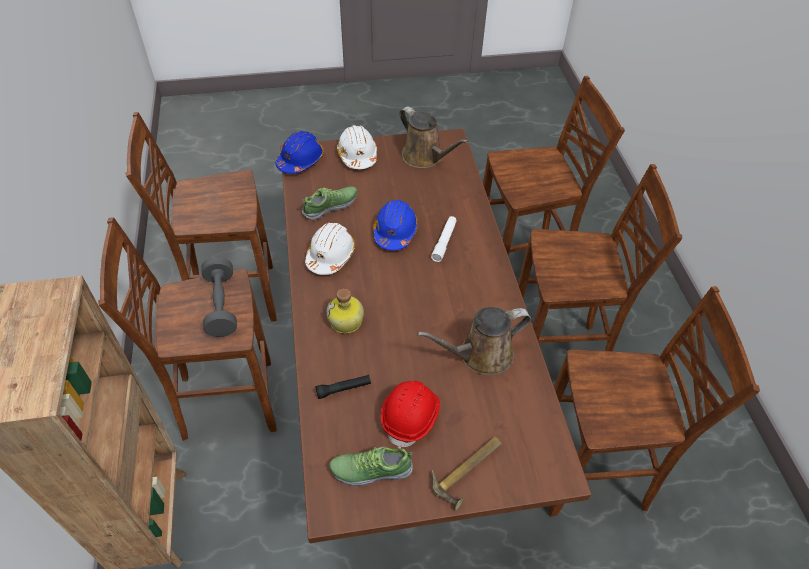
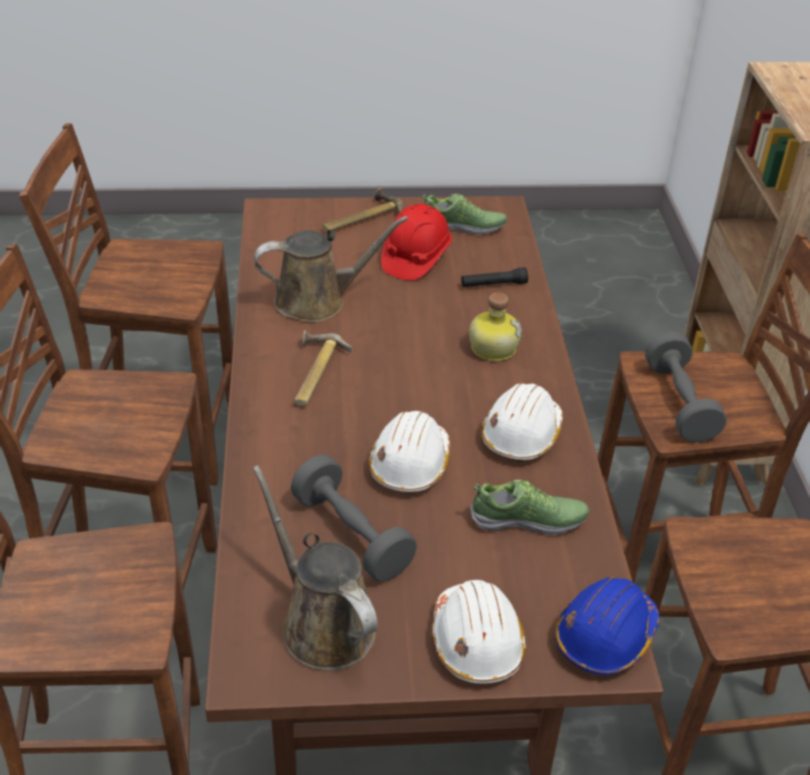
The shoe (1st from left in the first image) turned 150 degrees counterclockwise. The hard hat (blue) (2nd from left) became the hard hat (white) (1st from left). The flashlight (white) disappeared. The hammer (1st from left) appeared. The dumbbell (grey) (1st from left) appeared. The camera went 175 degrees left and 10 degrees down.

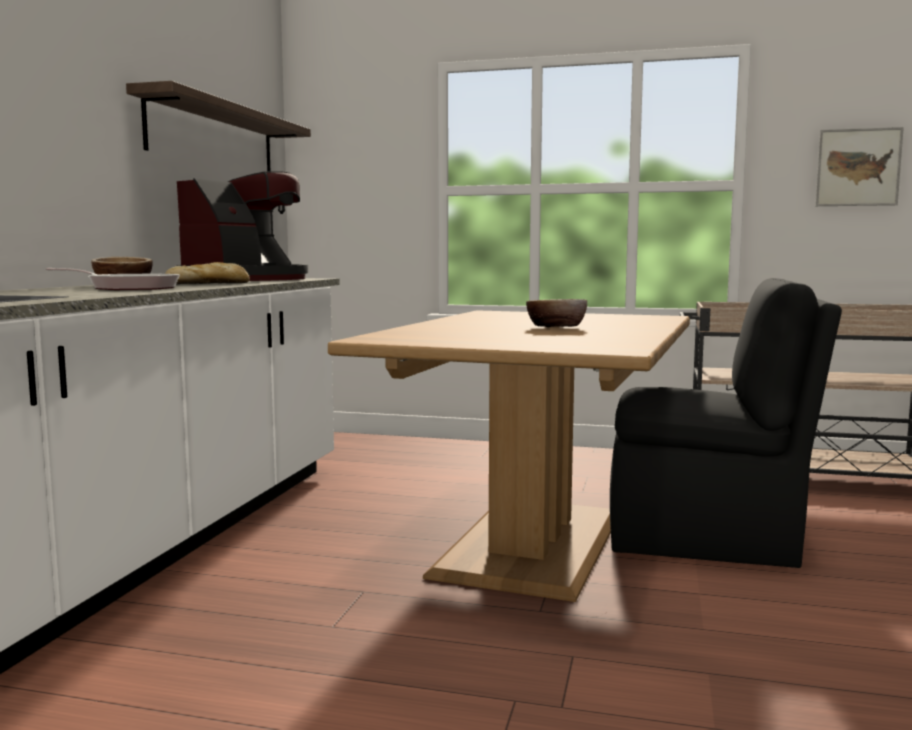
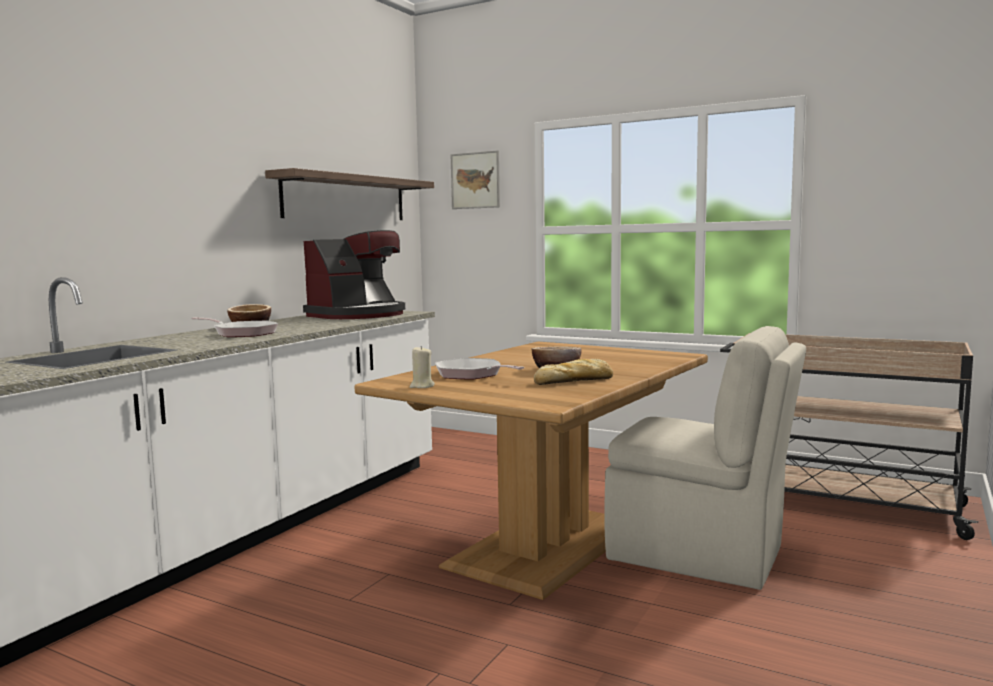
The picture moved. The bread moved. The chair (black) became the chair (beige). The candle (beige) appeared. The frying pan (2nd from left) appeared. The camera went 15 degrees right and 0 degrees up.

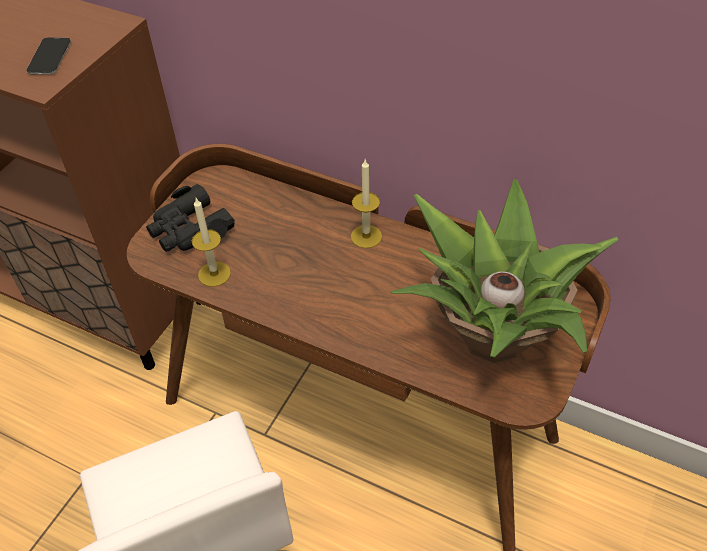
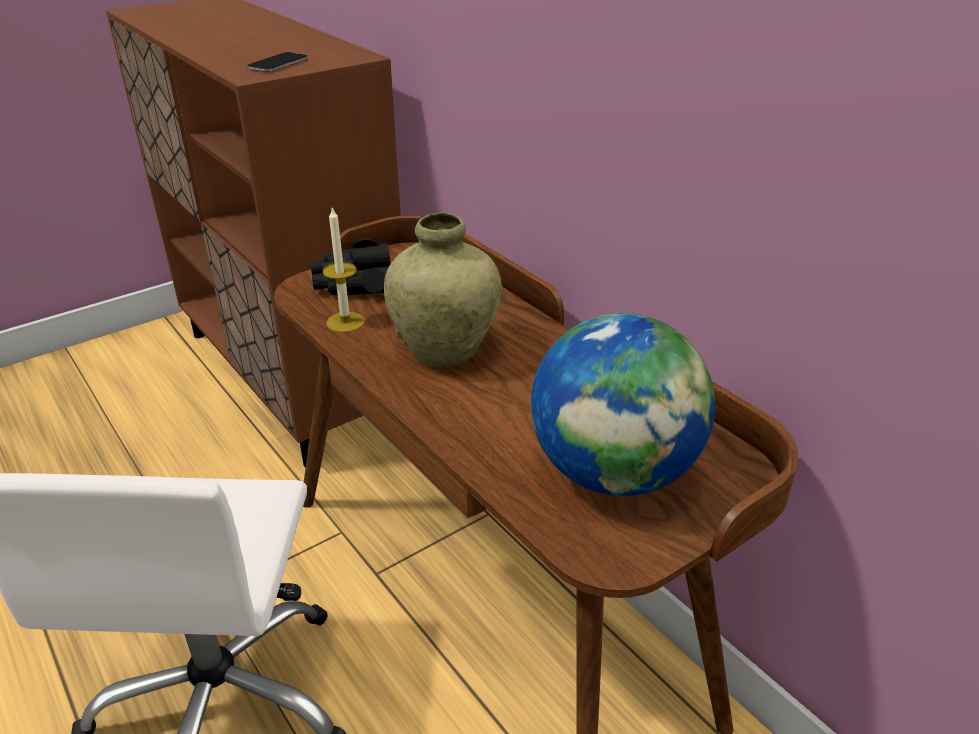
The candle (2nd from left) disappeared. The potted plant was replaced by the globe. The vase (beige) appeared. The camera went 25 degrees right and 15 degrees down.

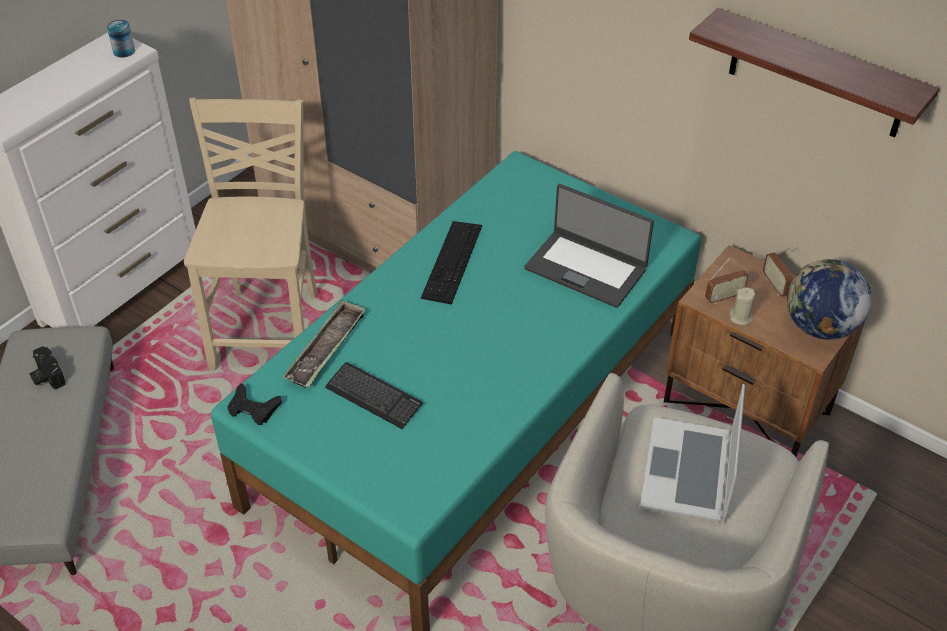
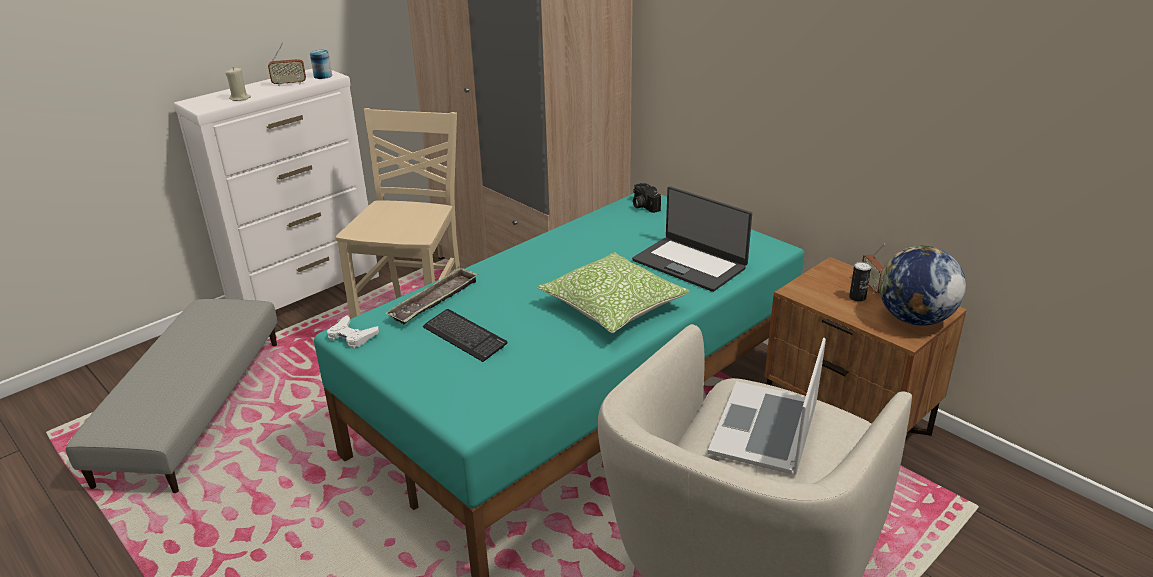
The shelf disappeared. The keyboard (2nd from left) disappeared. The radio (1st from left) moved. The candle (beige) moved. The photo camera moved. The game controller (black) became the game controller (white). The pillow appeared. The can (2nd from left) appeared. The camera went 10 degrees right and 15 degrees down.

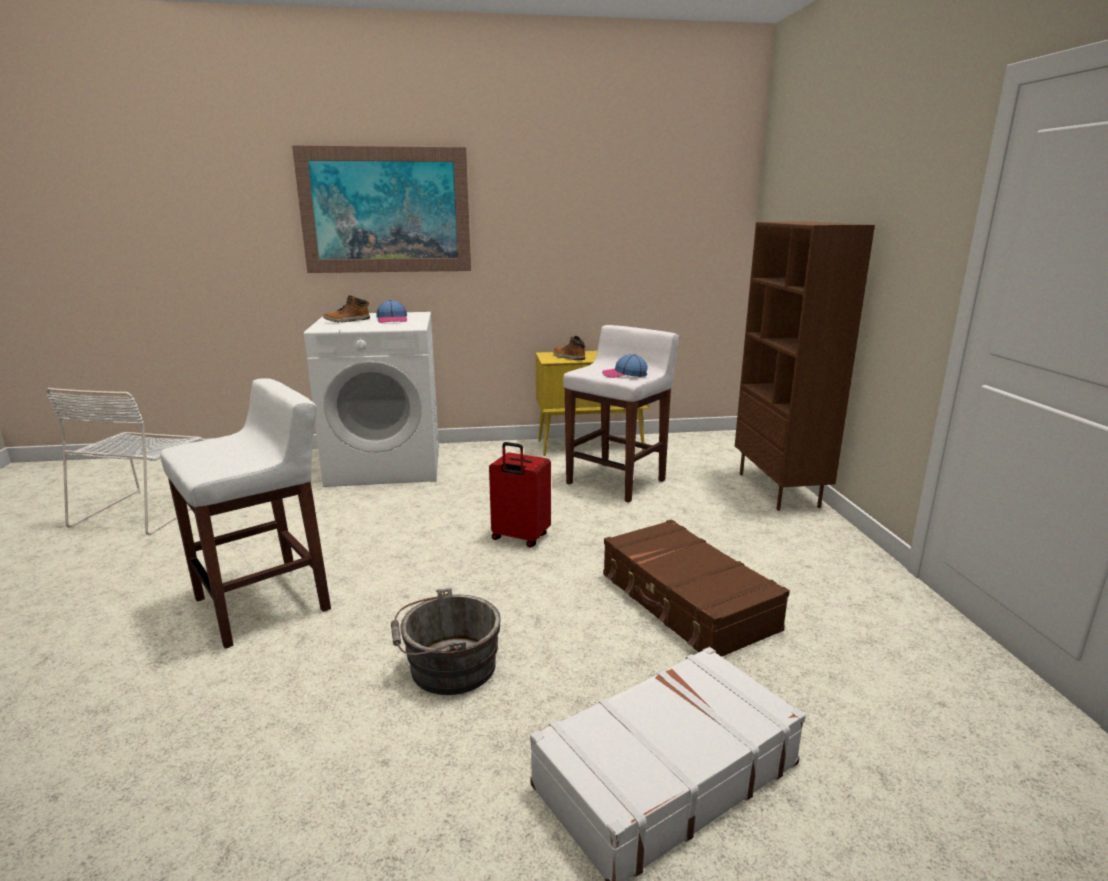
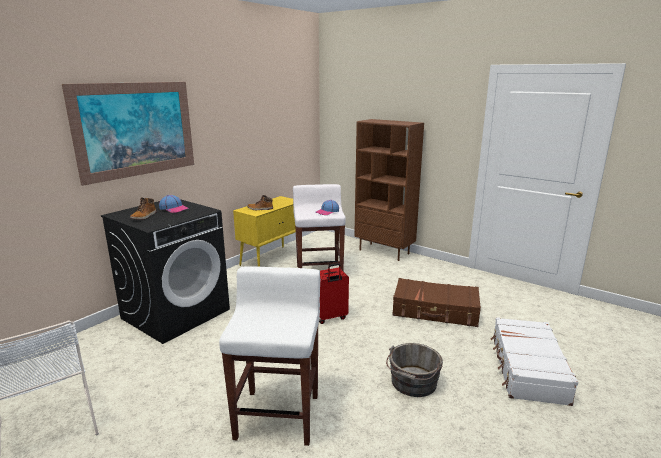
The washing machine (white) became the washing machine (black). The camera went 45 degrees left and 0 degrees up.

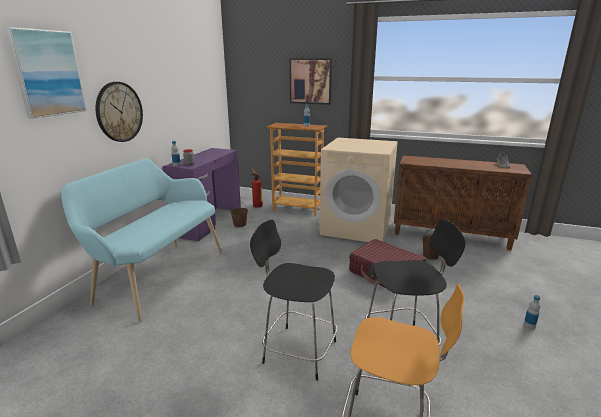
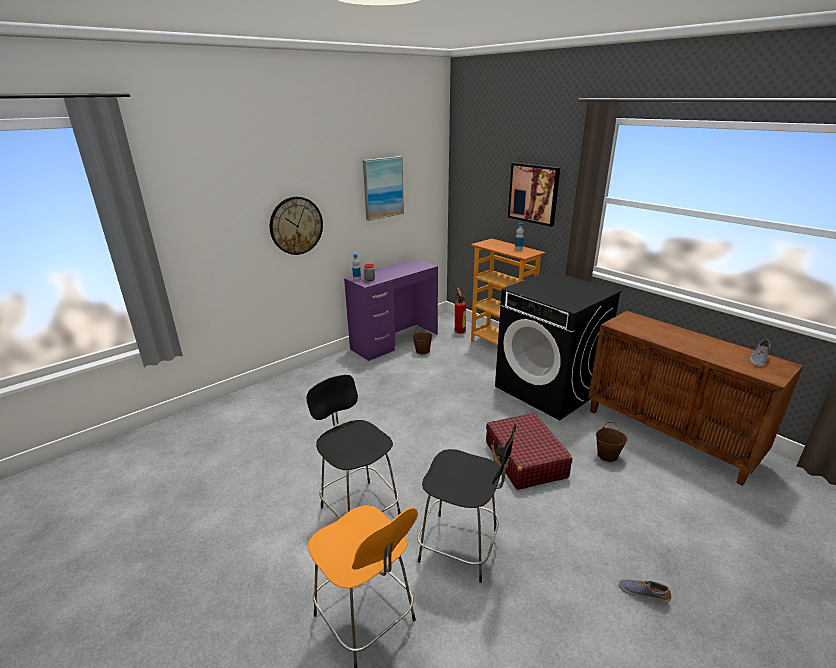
The picture (1st from left) moved. The washing machine (beige) became the washing machine (black). The bench (turquoise) disappeared. The bottle (3rd from left) was replaced by the shoe (1st from left). The camera went 30 degrees right and 5 degrees up.

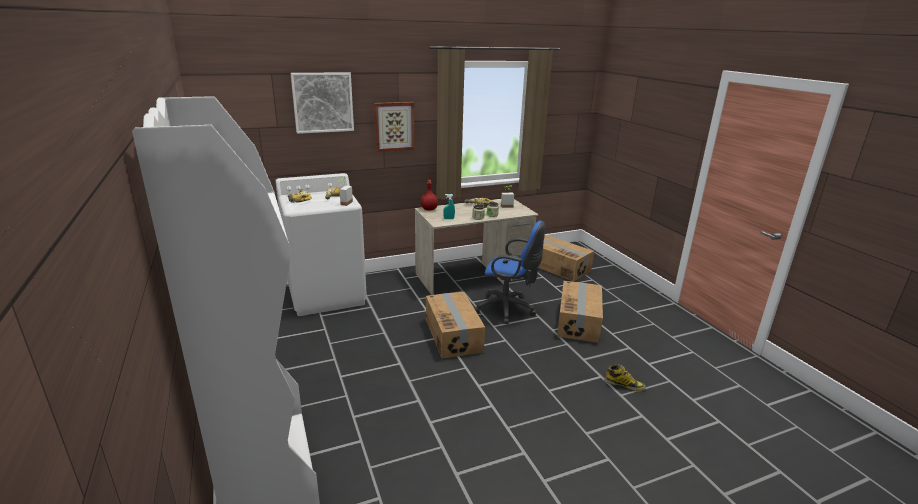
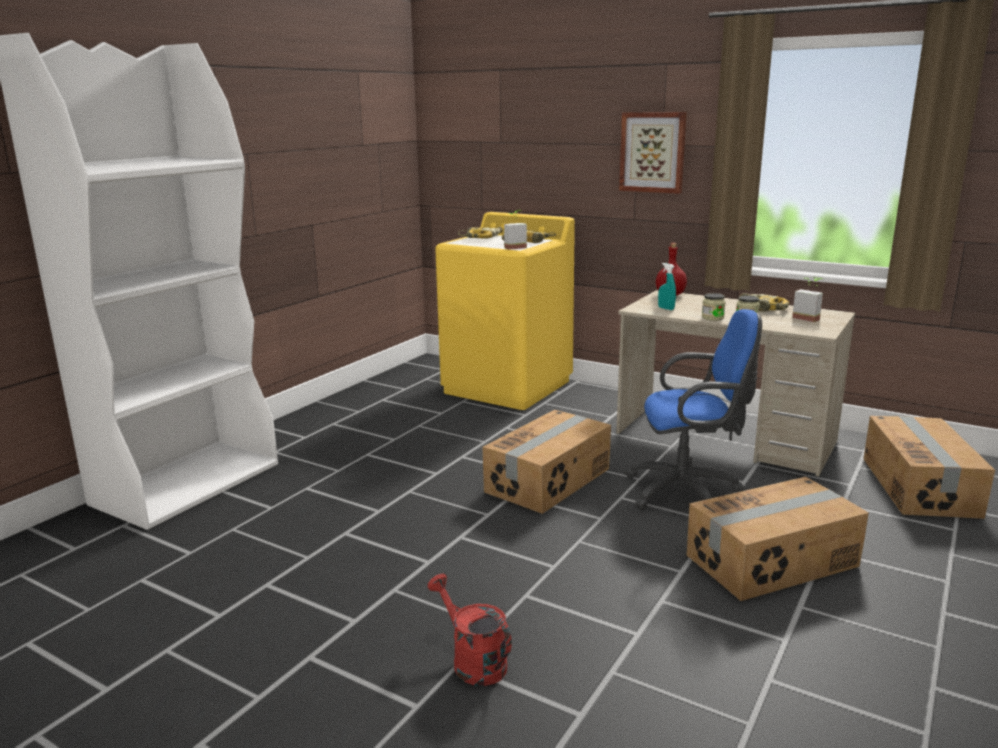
The picture (1st from left) disappeared. The washing machine (white) became the washing machine (yellow). The office chair (blue) turned 75 degrees counterclockwise. The boot disappeared. The watering can (red) appeared. The camera went 55 degrees right and 5 degrees down.

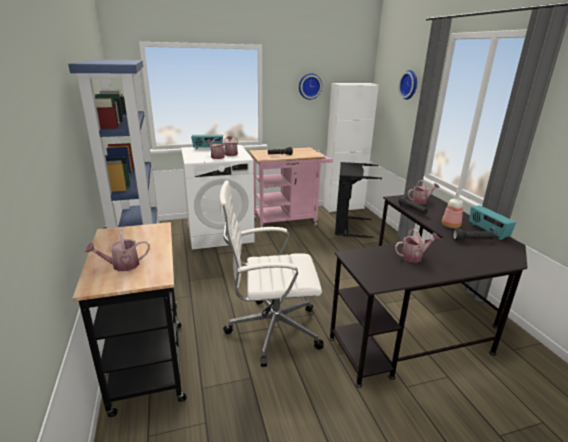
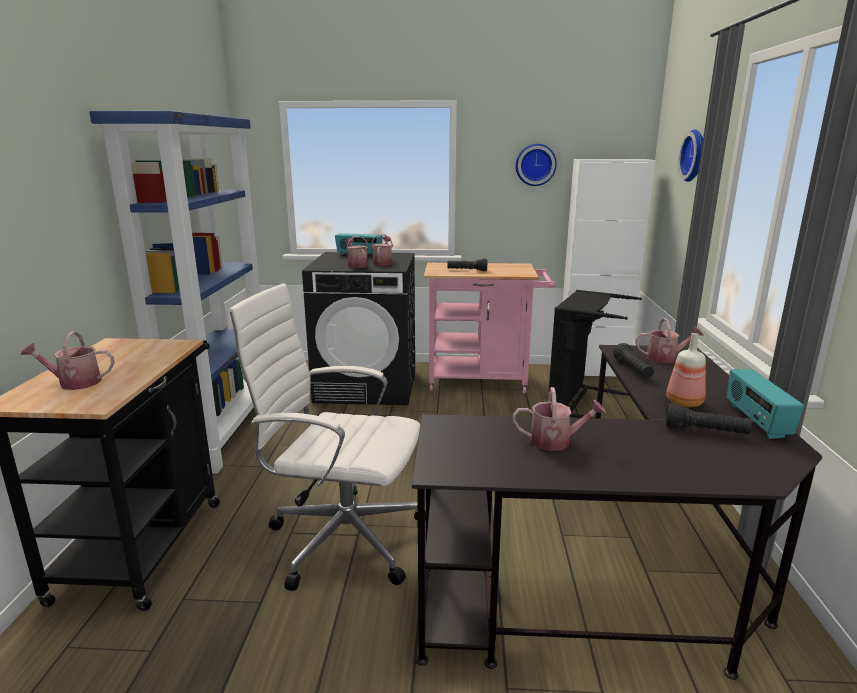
The washing machine (white) became the washing machine (black). The camera went 20 degrees right and 5 degrees down.

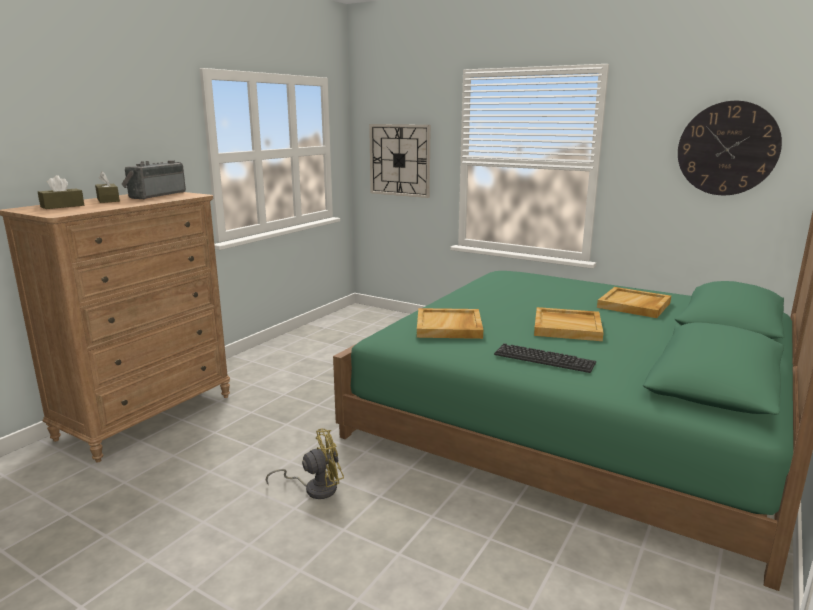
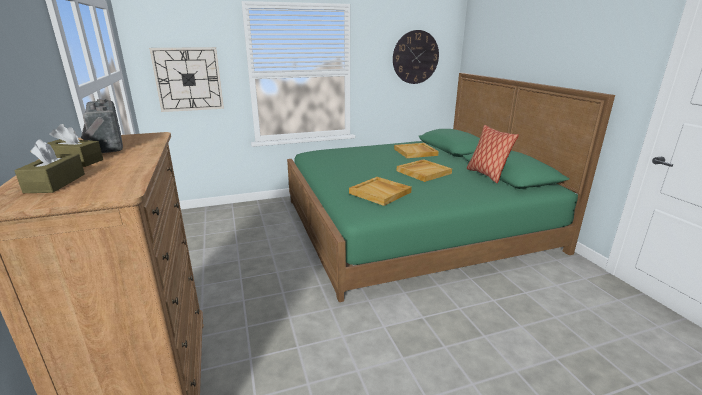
The keyboard disappeared. The fan (yellow) disappeared. The pillow appeared. The camera went 50 degrees left and 5 degrees up.

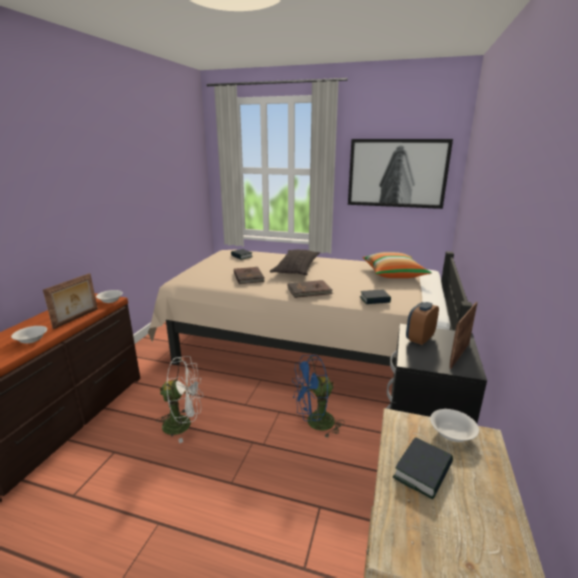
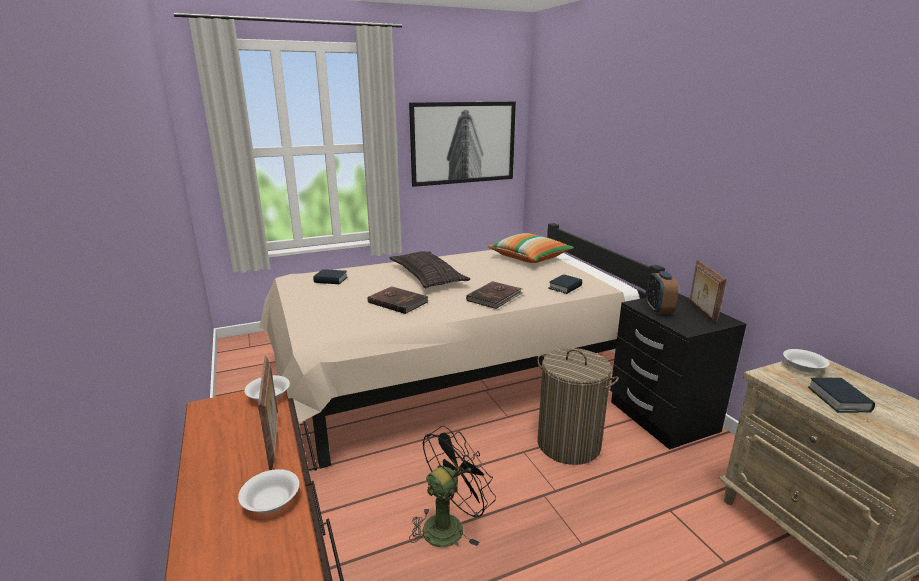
The fan (blue) was replaced by the laundry basket. The fan (white) became the fan (black). The camera went 40 degrees left and 0 degrees up.

